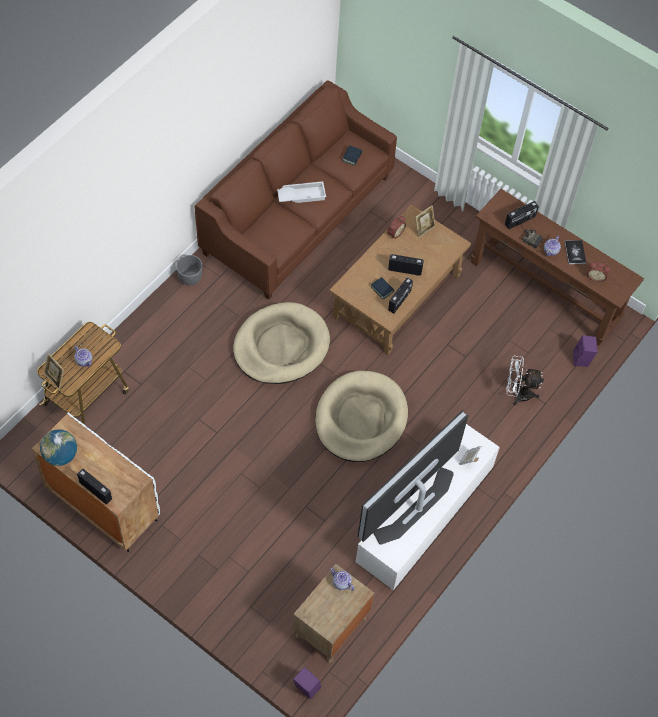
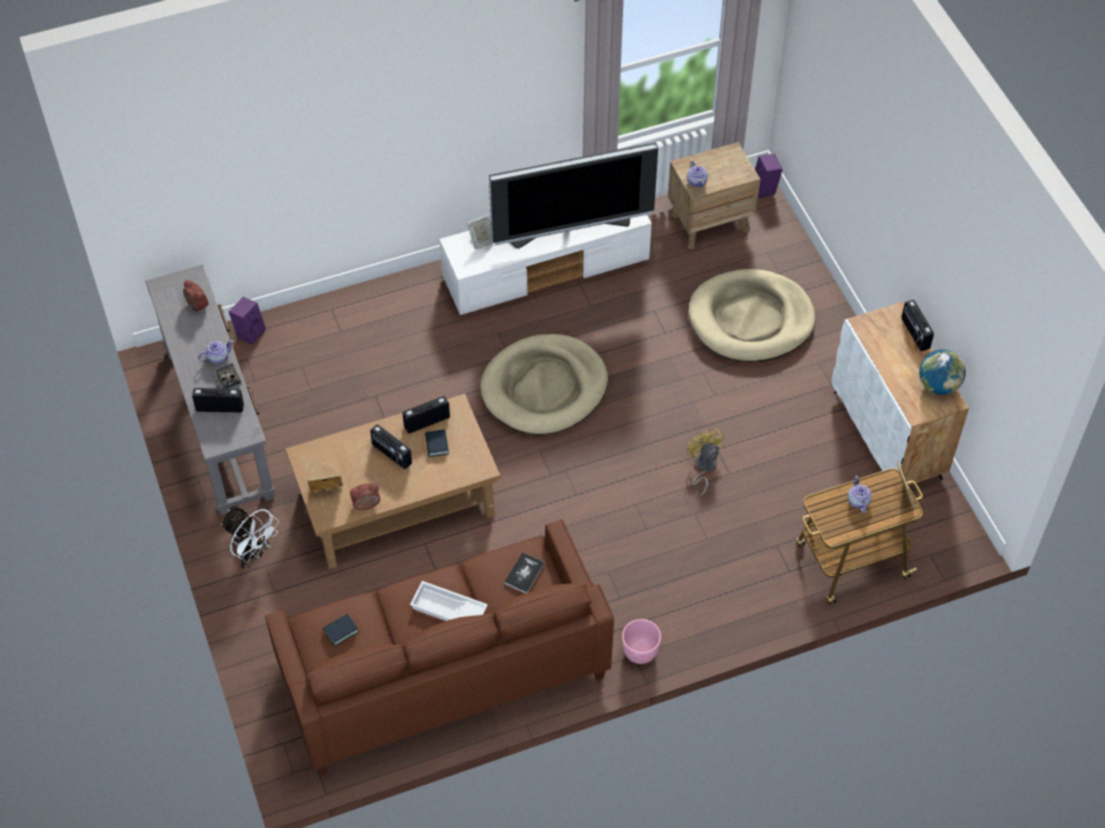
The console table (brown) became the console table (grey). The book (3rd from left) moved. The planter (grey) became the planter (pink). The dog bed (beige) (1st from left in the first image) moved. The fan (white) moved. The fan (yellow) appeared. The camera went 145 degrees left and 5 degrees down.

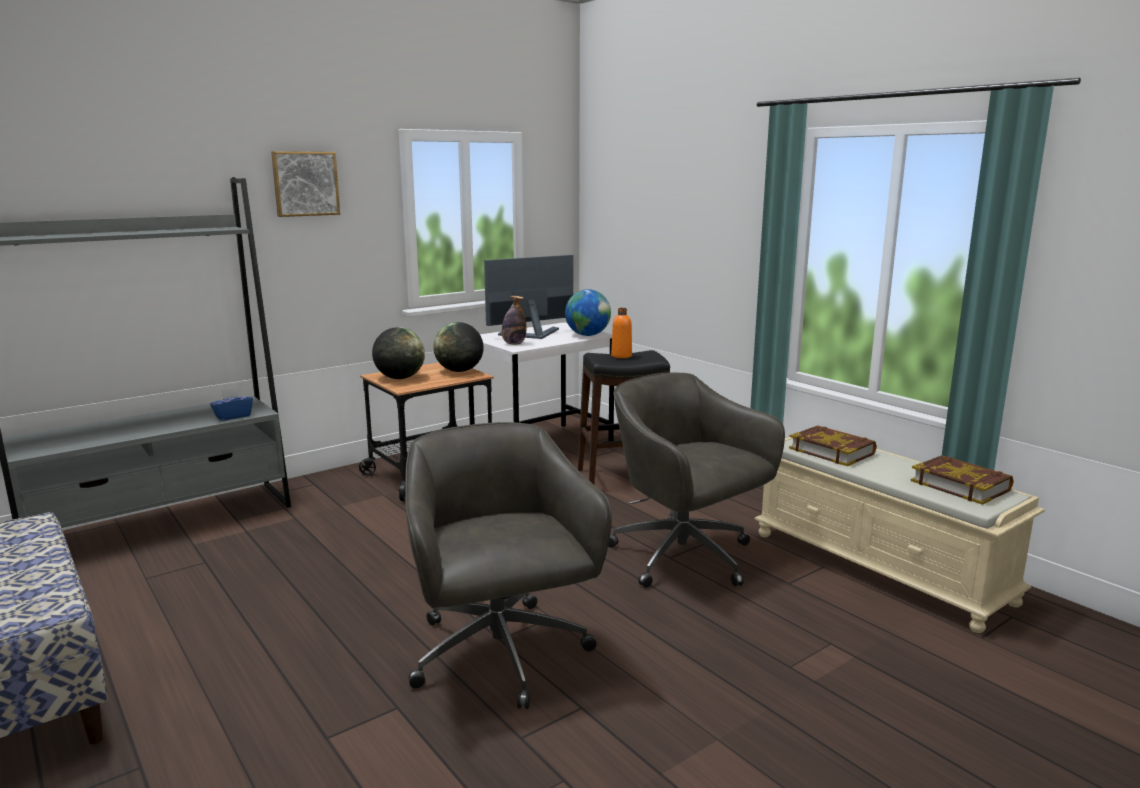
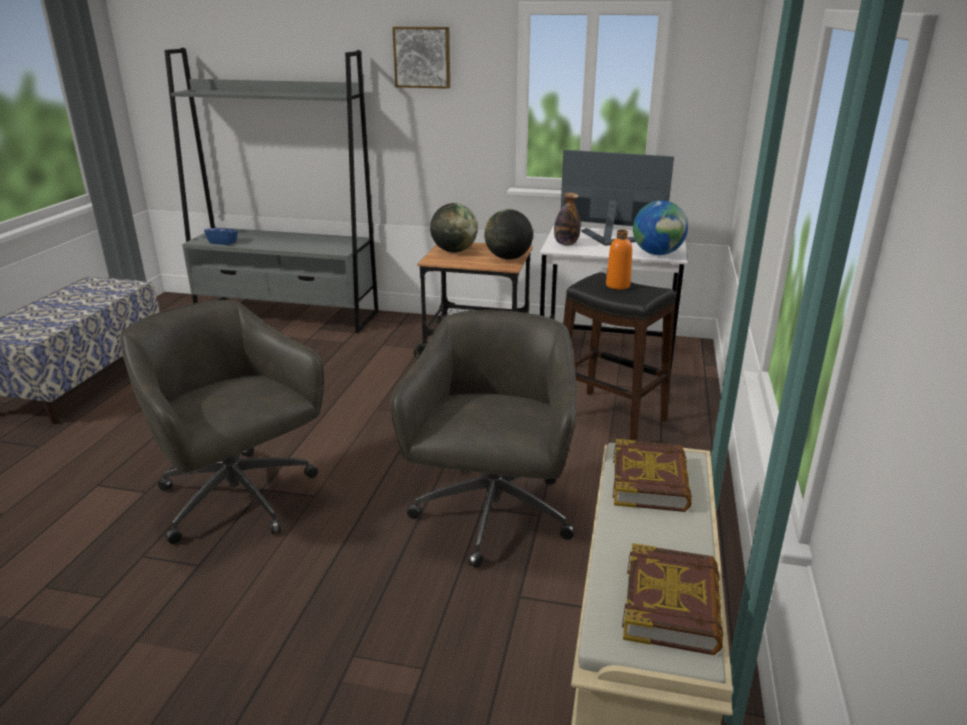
The tissue box (blue) moved. The office chair (grey) (1st from left) turned 75 degrees counterclockwise. The camera went 50 degrees right and 10 degrees up.

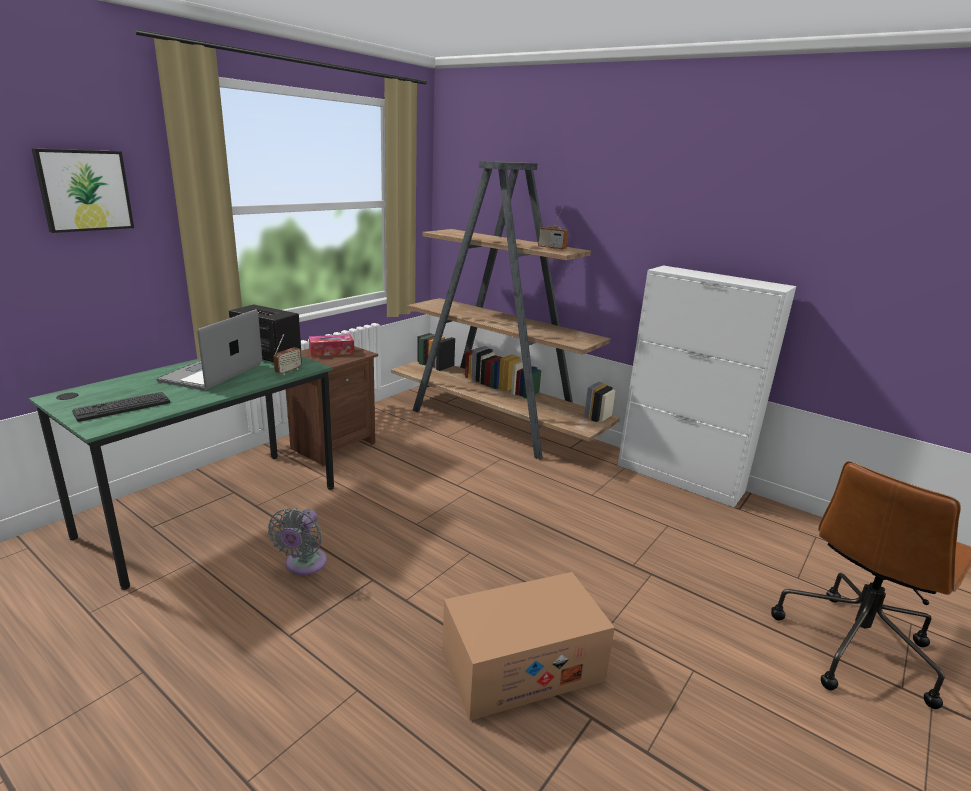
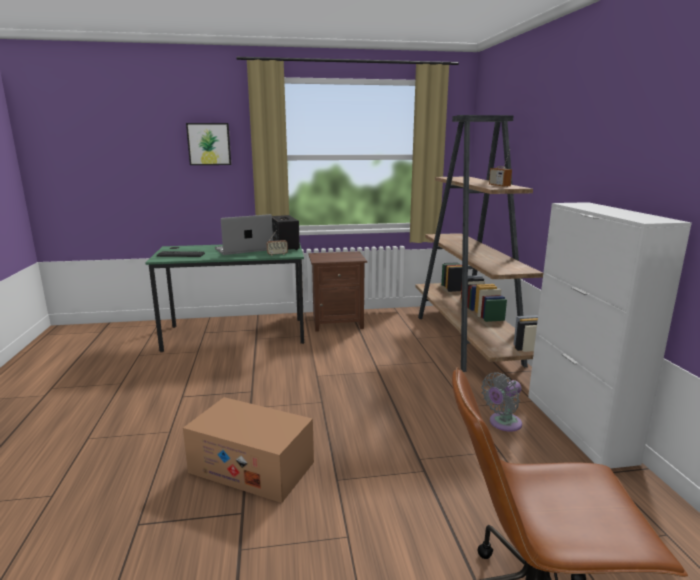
The tissue box disappeared. The fan (grey) moved. The camera went 45 degrees right and 5 degrees down.

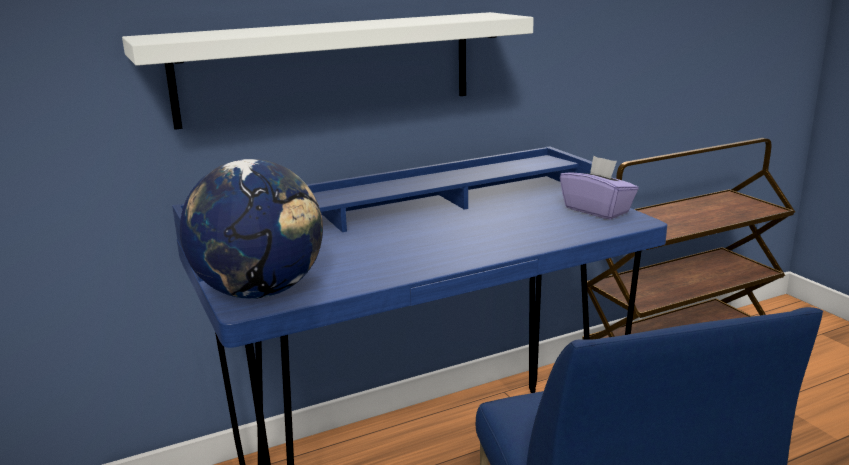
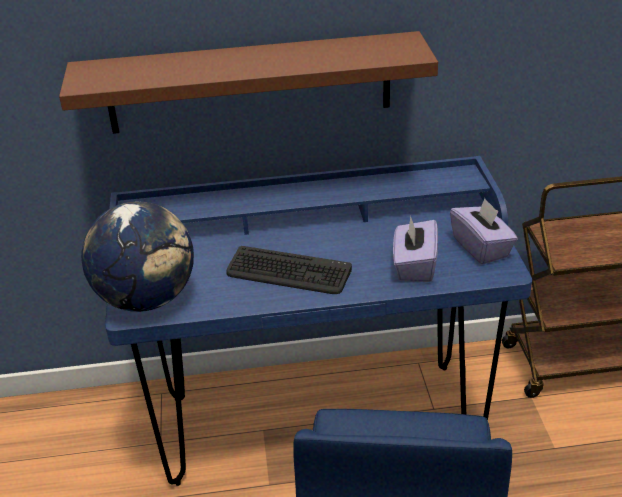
The shelf (white) became the shelf (brown). The tissue box (purple) (1st from left) appeared. The keyboard appeared. The camera went 20 degrees right and 15 degrees up.

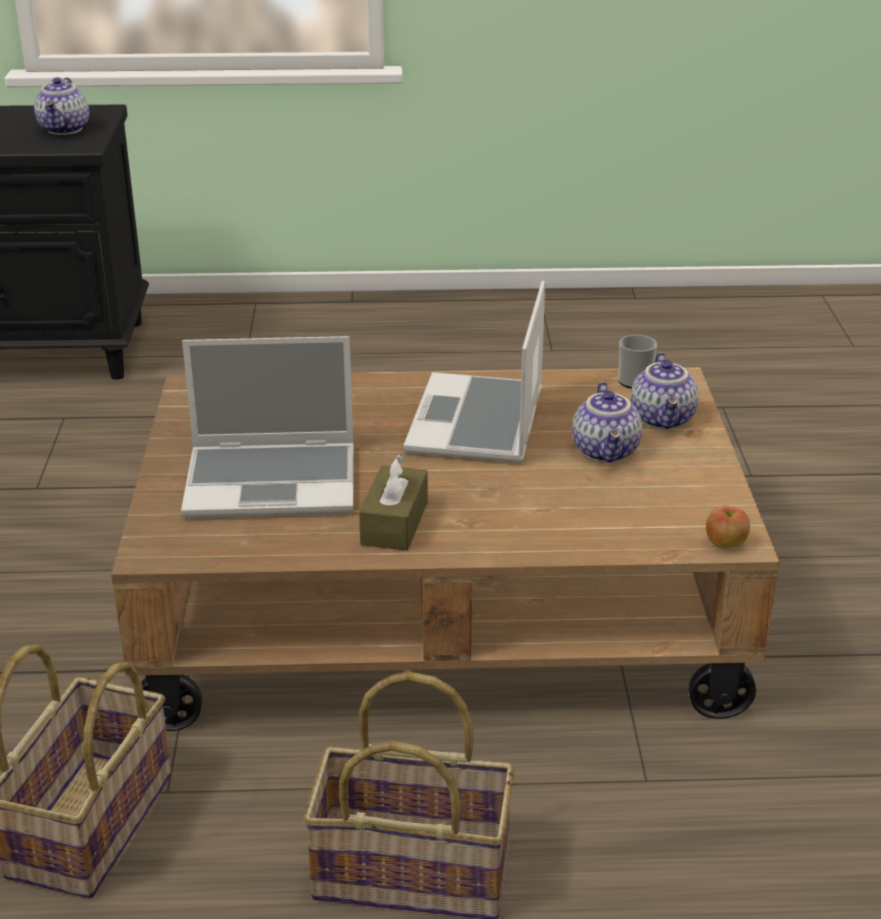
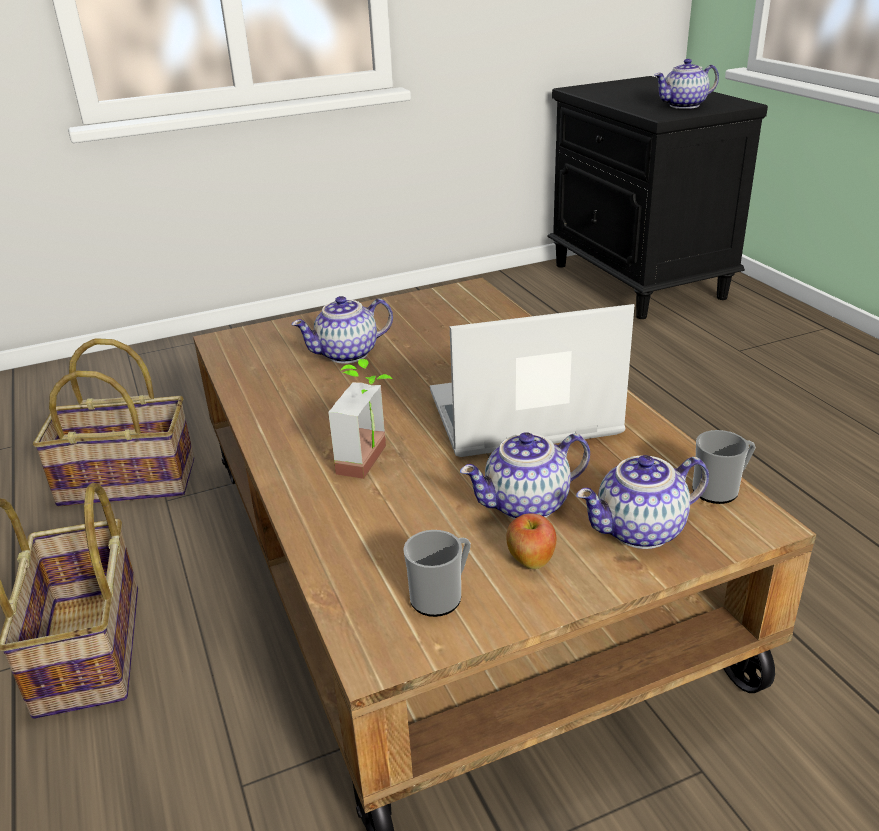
The laptop (1st from left) was replaced by the teapot (1st from left). The tissue box (brown) disappeared. The apple moved. The potted plant appeared. The mug (1st from left) appeared. The camera went 70 degrees right and 0 degrees up.

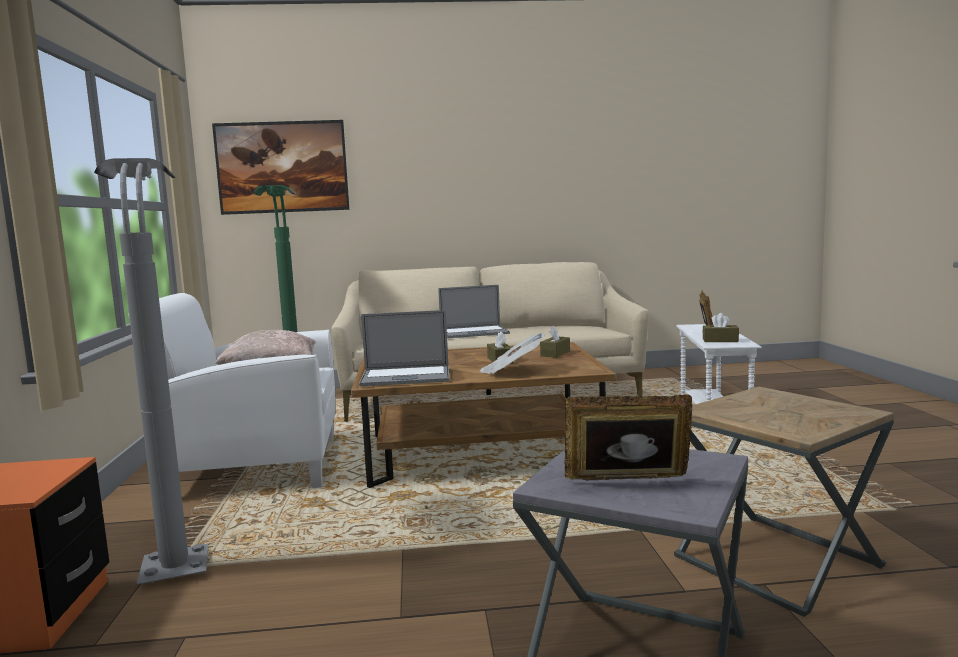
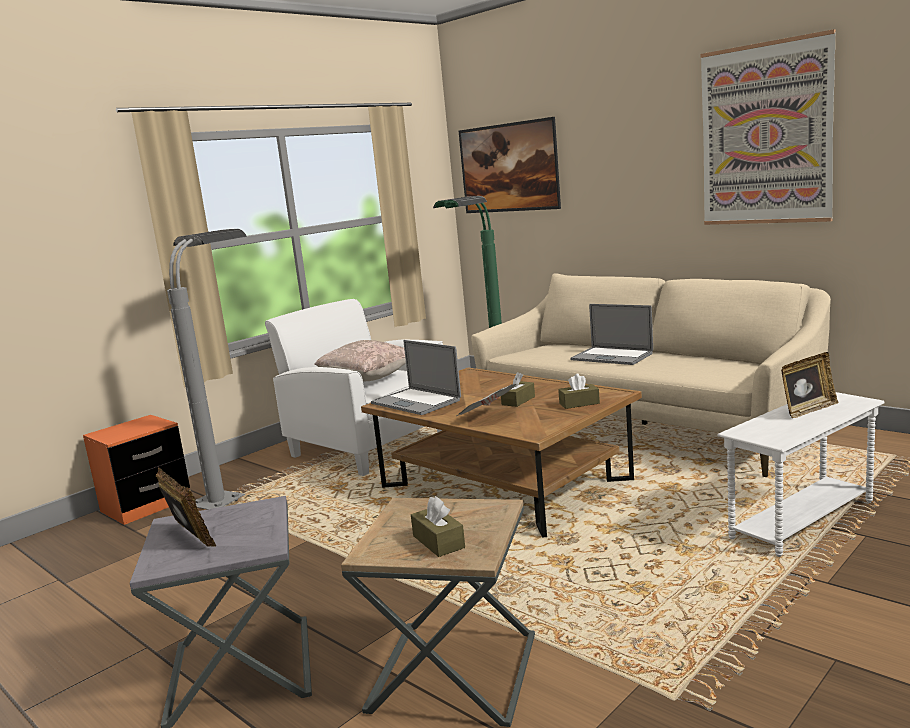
The tissue box (brown) (3rd from left in the first image) moved. The picture (2nd from left) appeared. The camera went 50 degrees right and 5 degrees up.

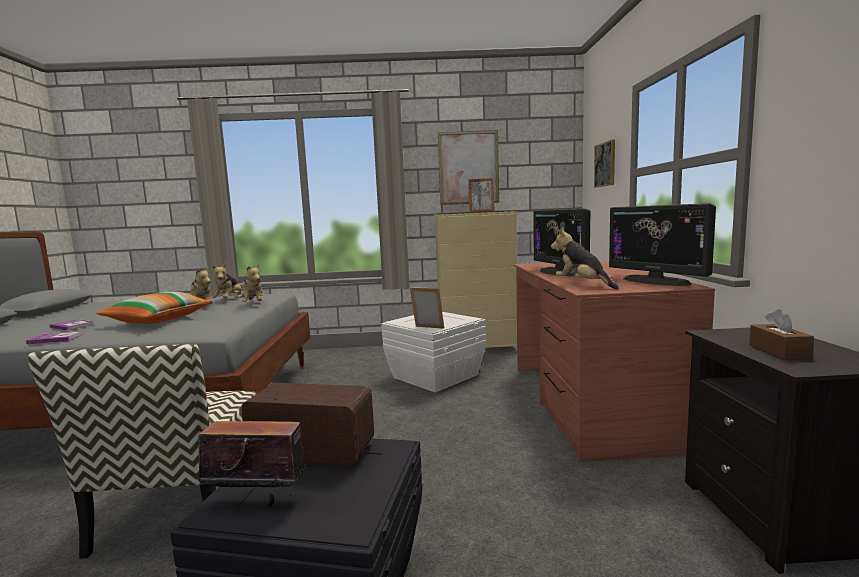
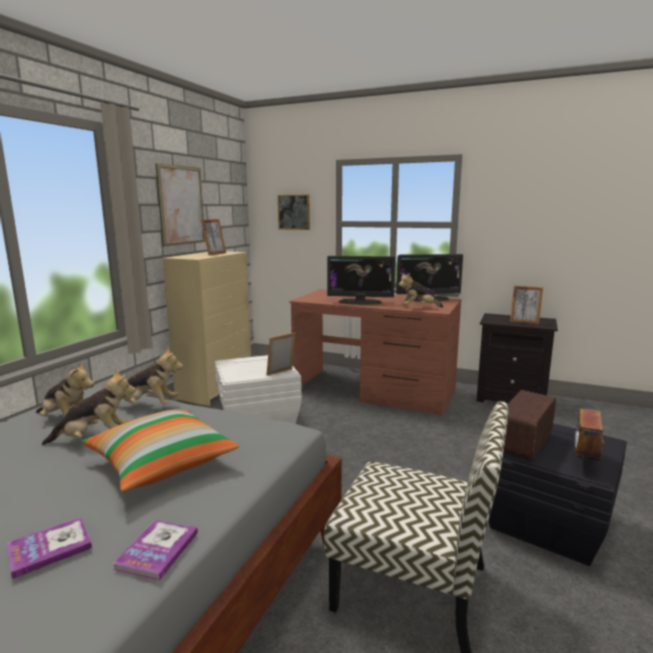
The tissue box (brown) was replaced by the picture frame (3rd from left). The camera went 65 degrees left and 5 degrees up.

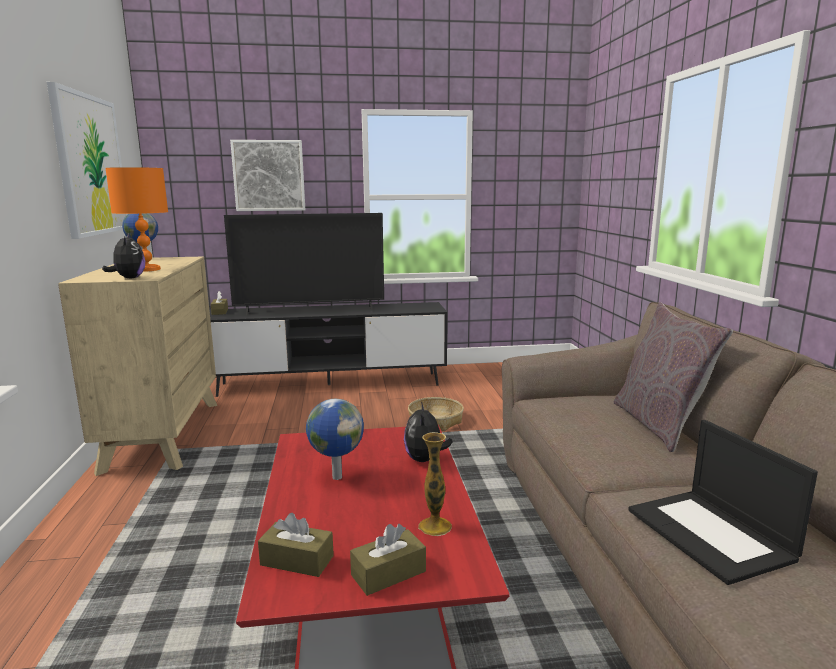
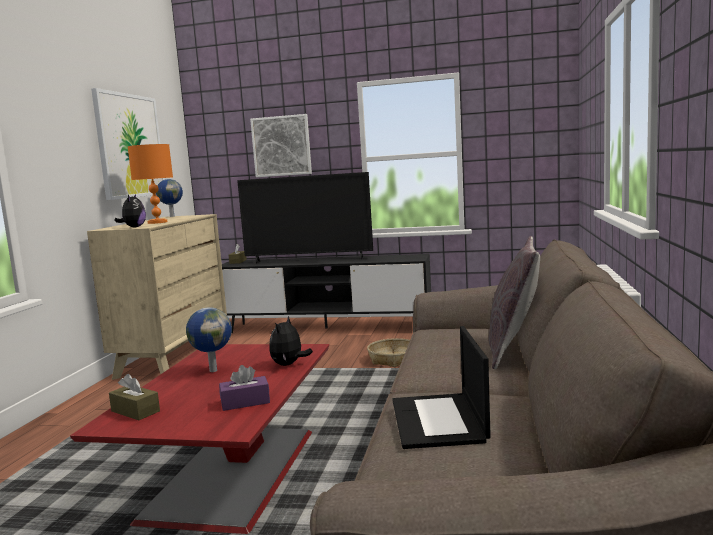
The vase was replaced by the tissue box (purple). The tissue box (brown) (3rd from left) disappeared. The camera went 20 degrees right and 5 degrees down.

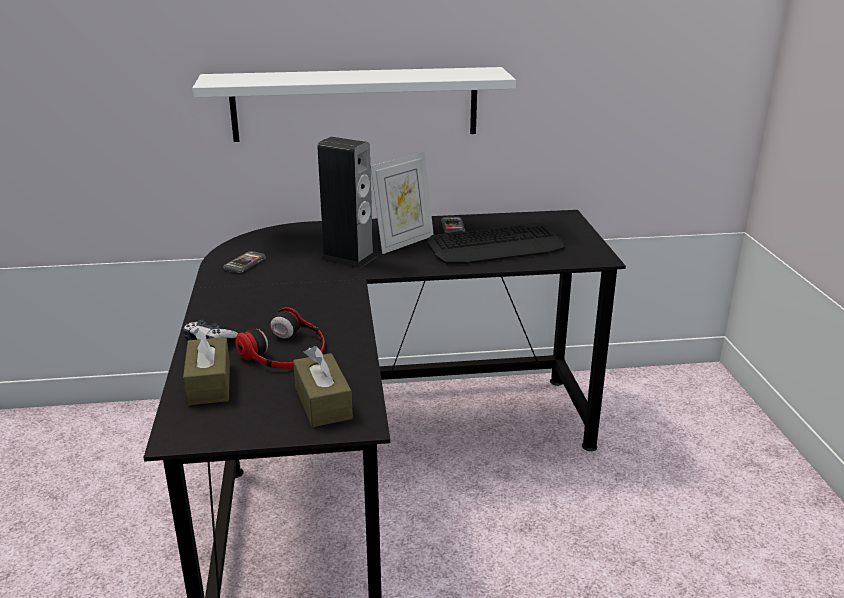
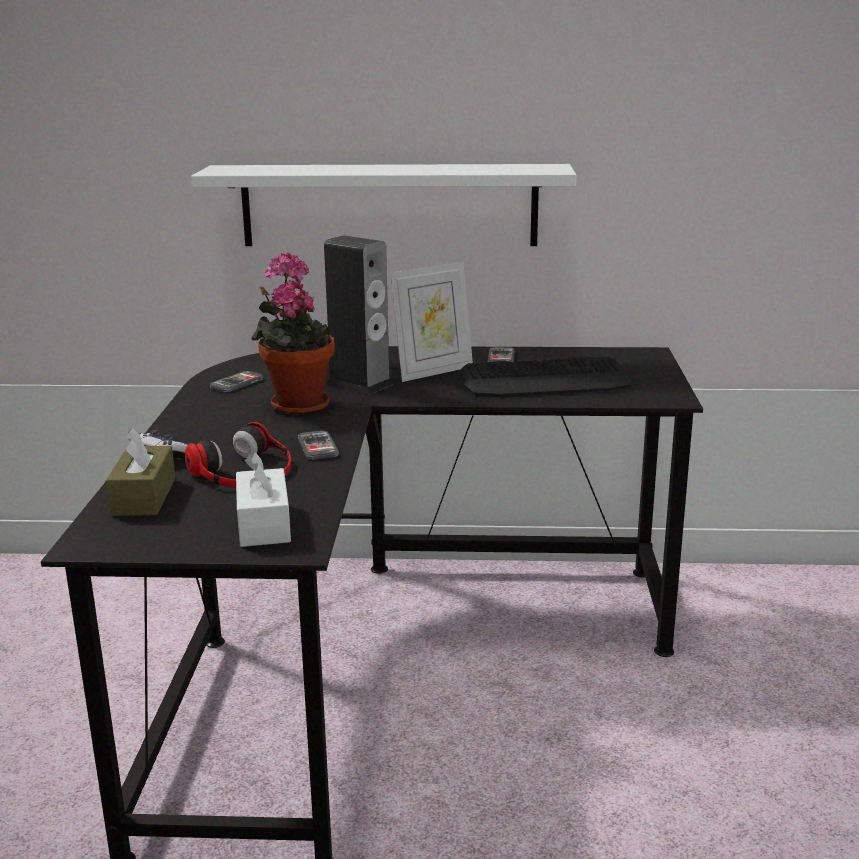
The tissue box (brown) (2nd from left) became the tissue box (white). The potted plant appeared. The phone (2nd from left) appeared. The camera went 10 degrees right and 5 degrees down.

